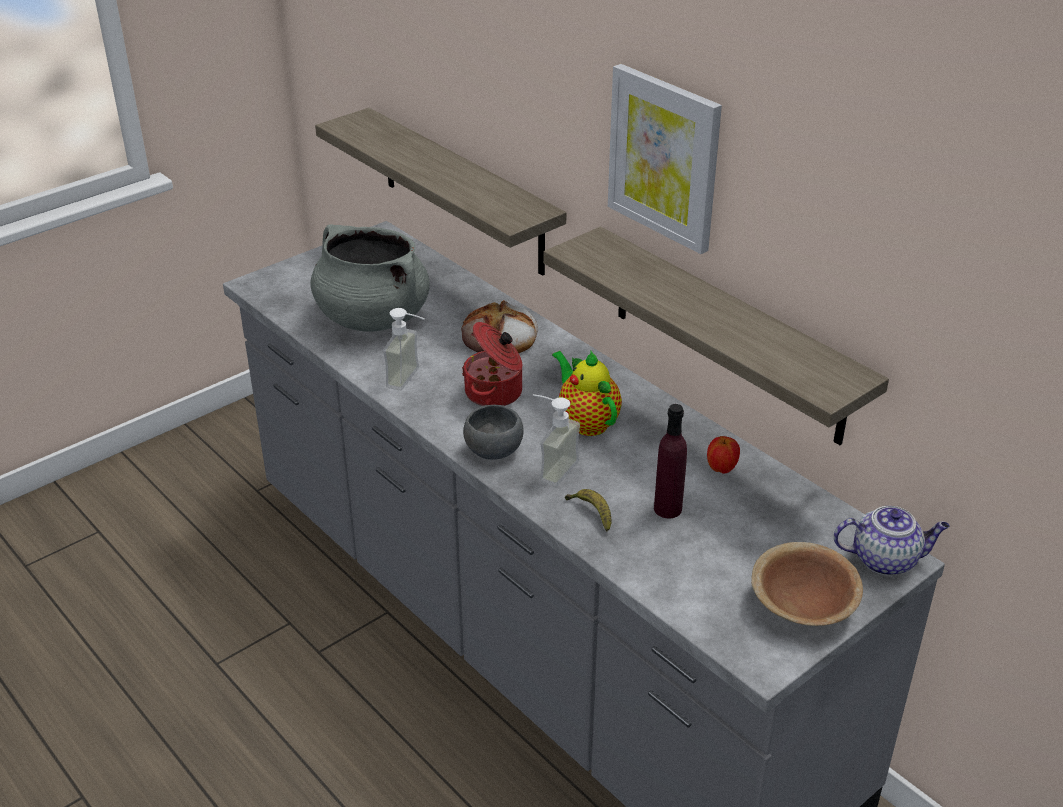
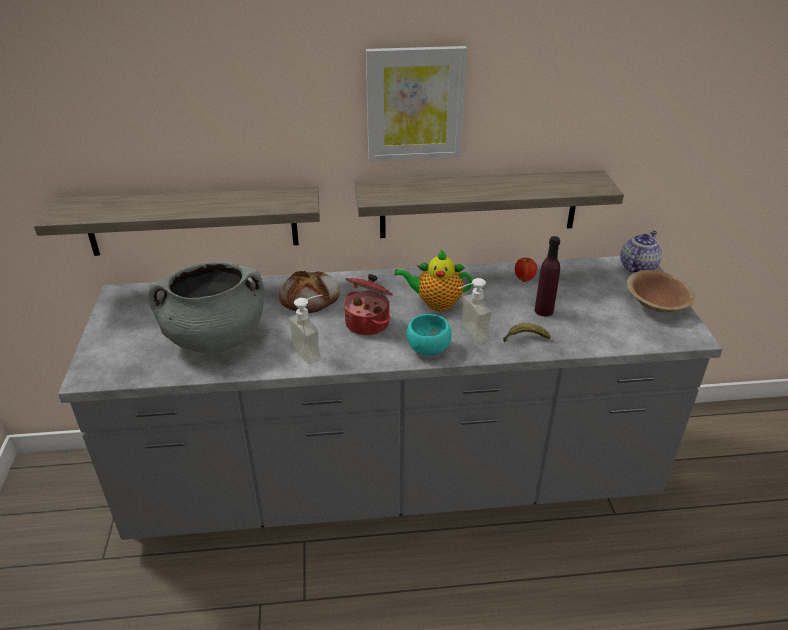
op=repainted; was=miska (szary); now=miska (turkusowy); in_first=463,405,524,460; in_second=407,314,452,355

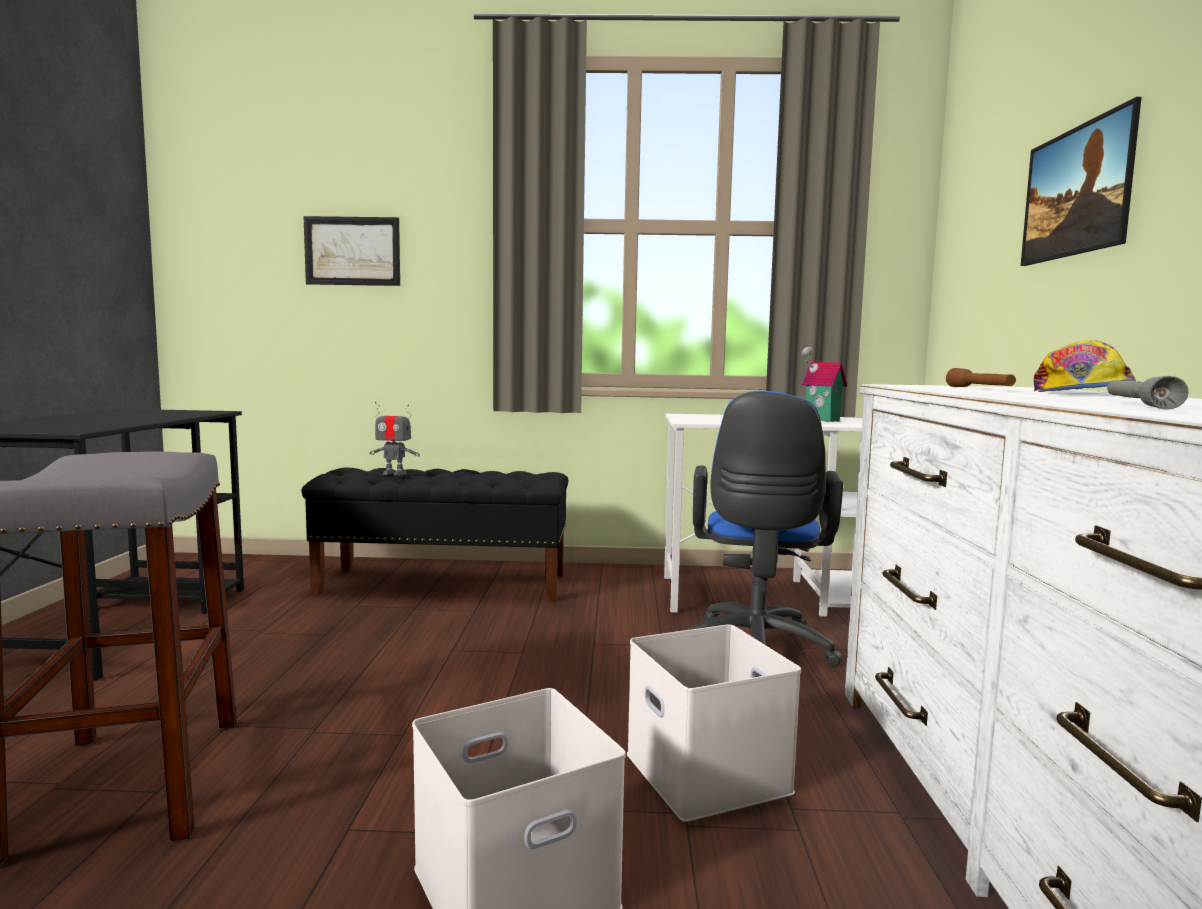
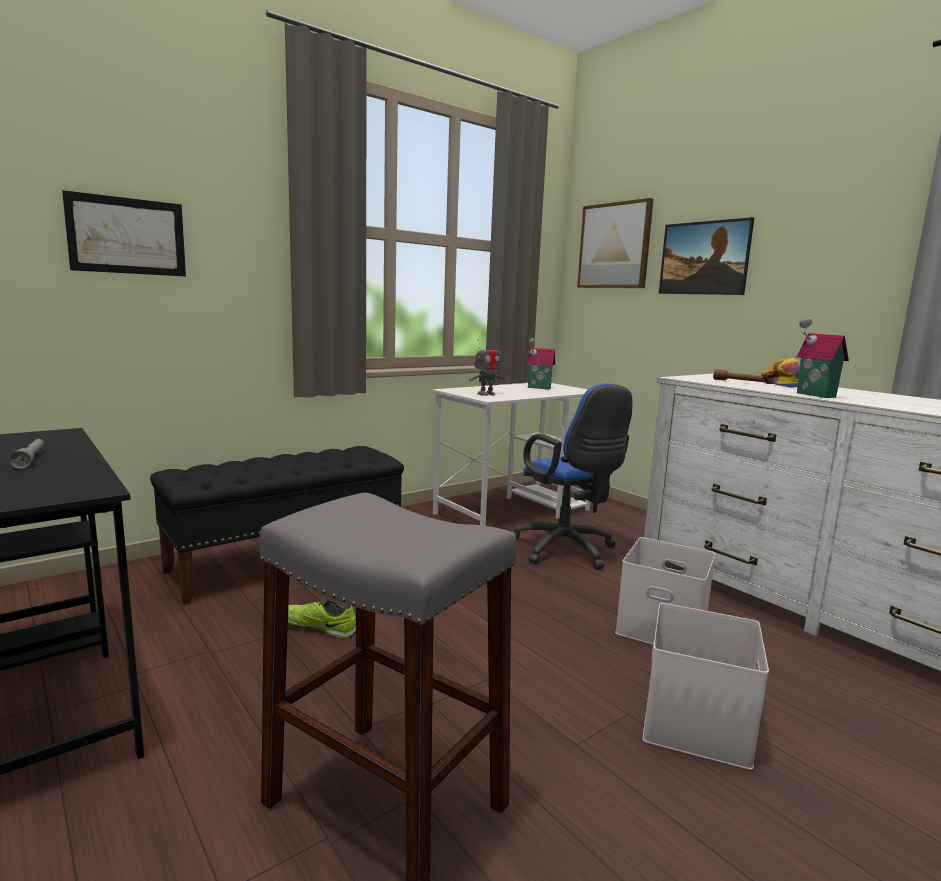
op=new; now=but; in_second=288,599,356,639
op=new; now=obraz; in_second=577,198,654,288
op=new; now=domek; in_second=796,317,849,398
op=shifted; was=robot zabawkowy; in_first=370,402,420,475; in_second=469,339,504,396
op=shifted; was=latarka (szary); in_first=1107,376,1189,410; in_second=9,439,44,469

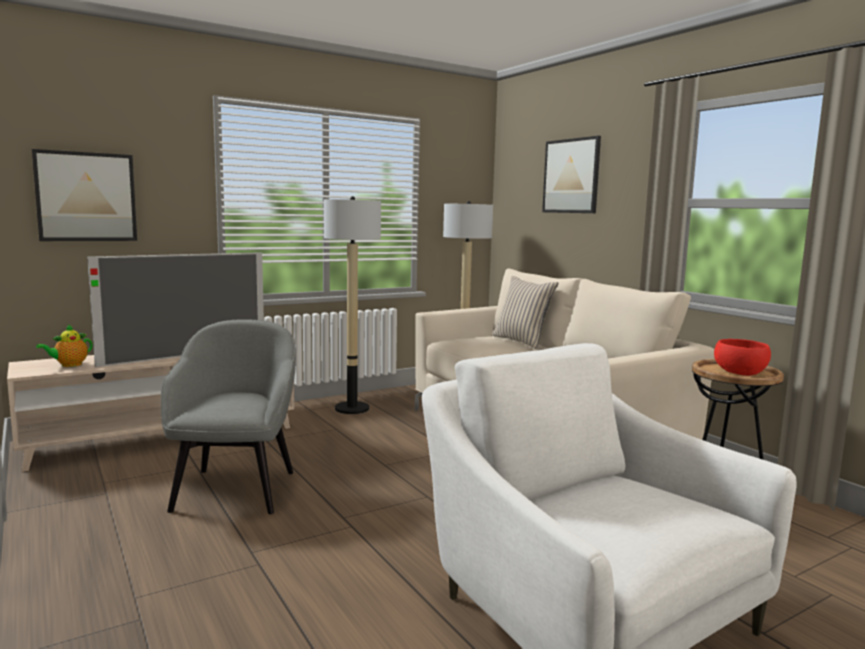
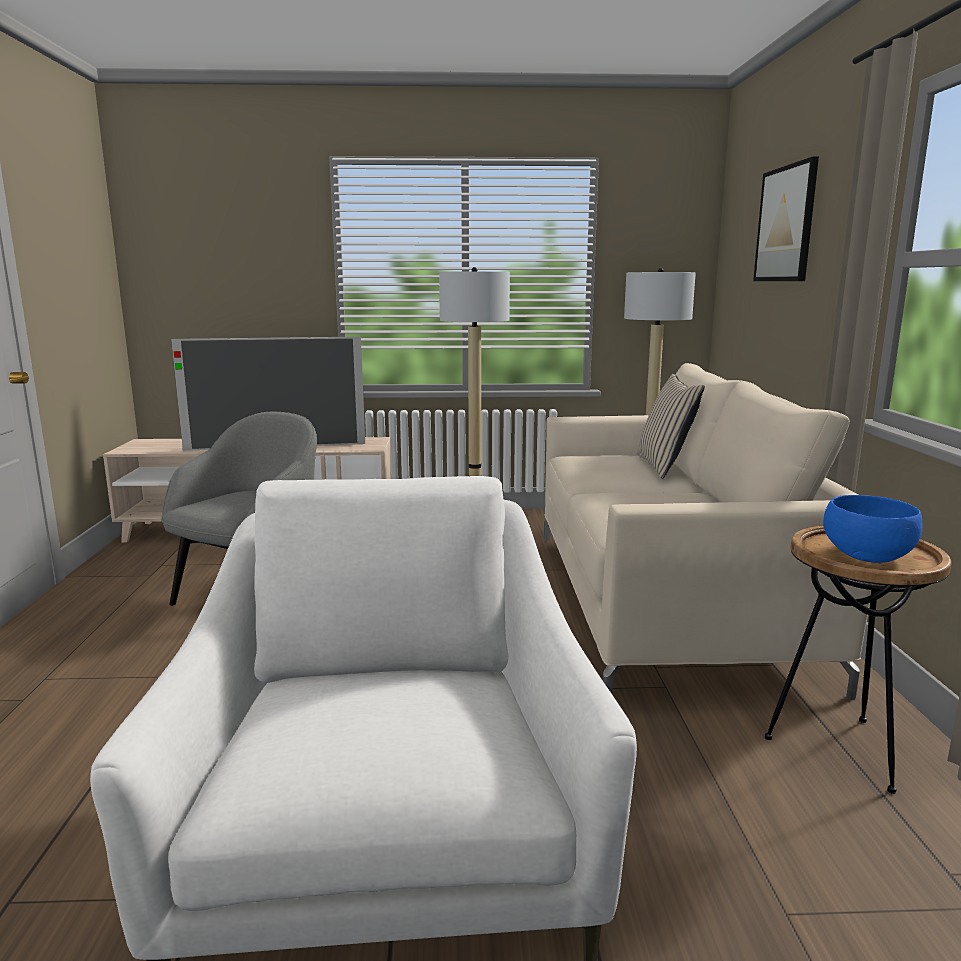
op=gone; was=obraz; in_first=32,149,137,241
op=gone; was=imbryk; in_first=36,324,93,367
op=repainted; was=miska (czerwony); now=miska (niebieski); in_first=714,339,771,376; in_second=823,495,923,563

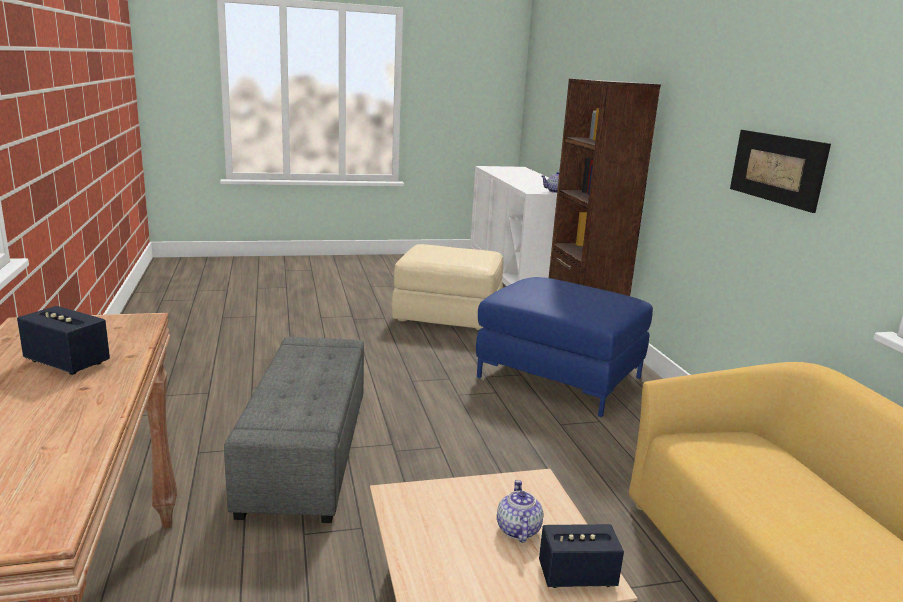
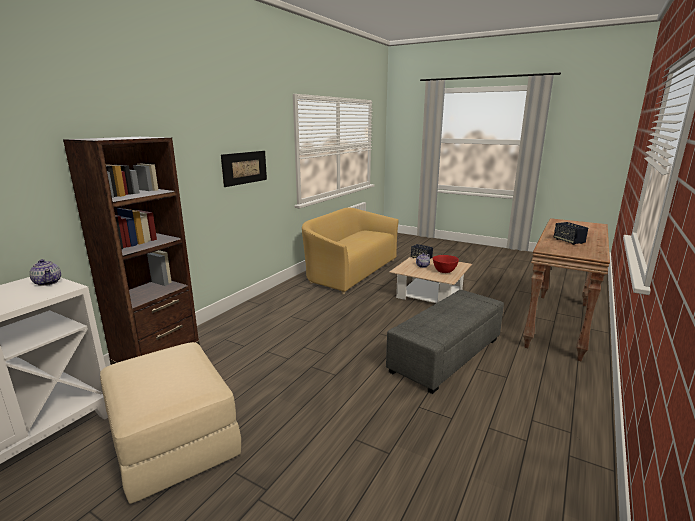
op=gone; was=pufa (niebieski); in_first=476,277,653,417
op=new; now=miska (czerwony); in_second=432,255,459,273

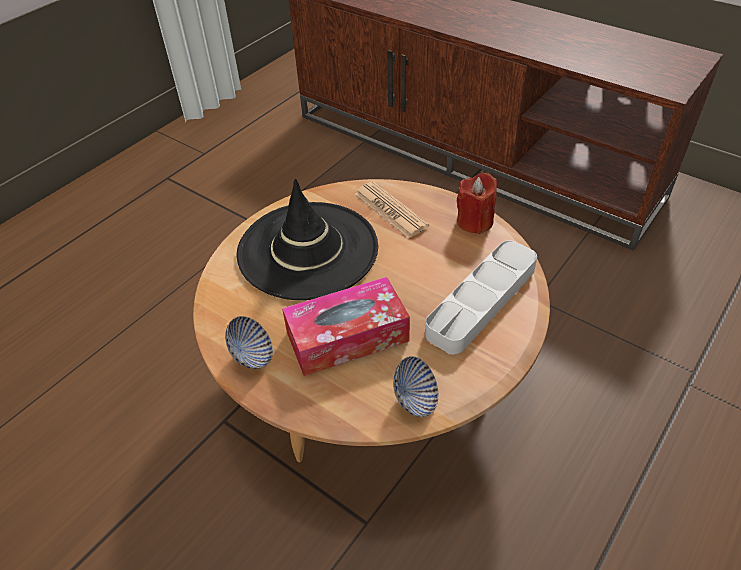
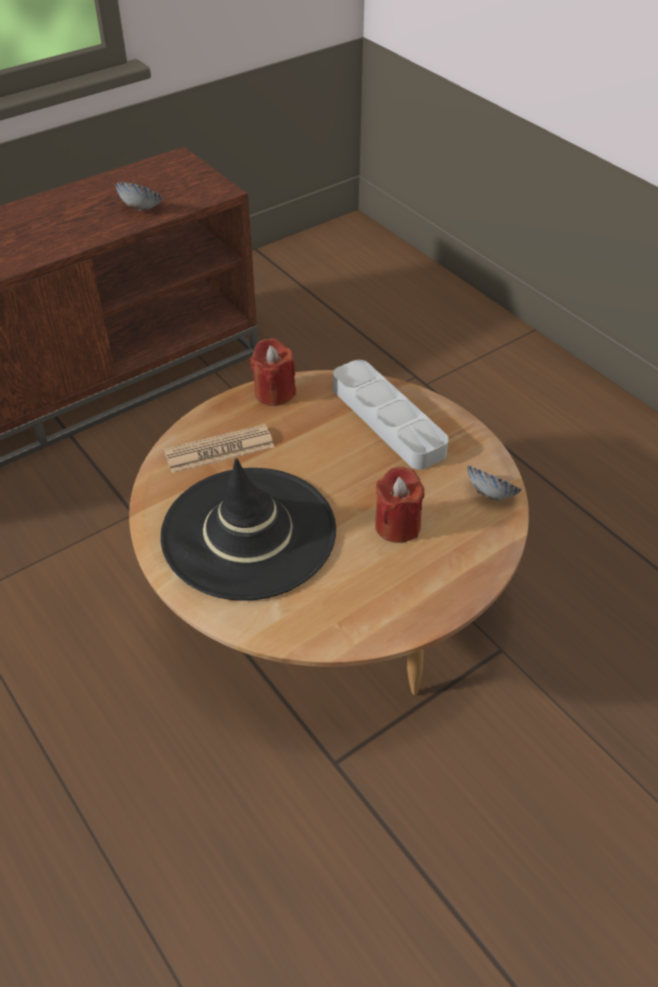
op=shifted; was=miska; in_first=225,316,273,369; in_second=116,182,162,211
op=swapped; was=pudełko chusteczek; now=świeca (czerwony); in_first=282,277,410,376; in_second=375,467,424,543

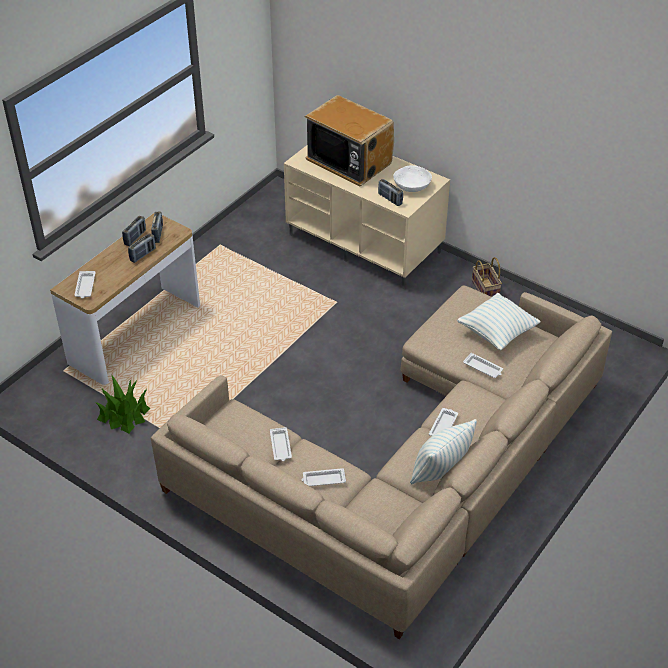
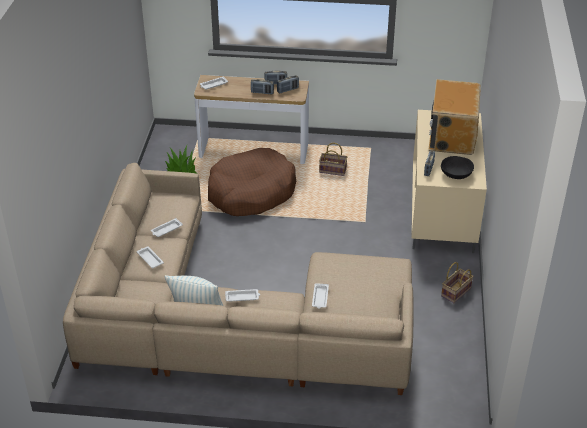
op=gone; was=poduszka; in_first=457,293,541,350
op=new; now=legowisko (brązowy); in_second=208,148,296,216
op=new; now=koszyk; in_second=319,143,347,176
op=repainted; was=miska (biały); now=miska (czarny); in_first=393,165,432,192; in_second=441,156,474,179

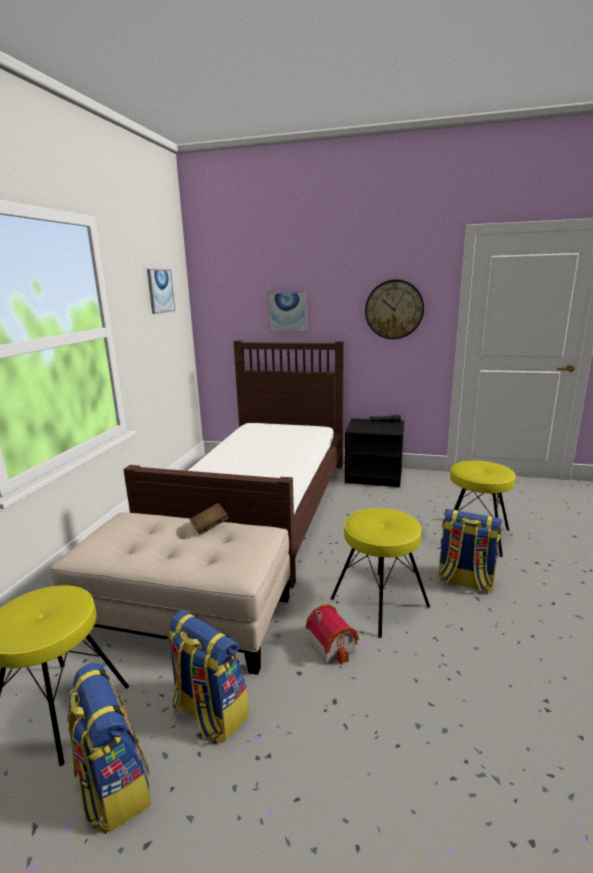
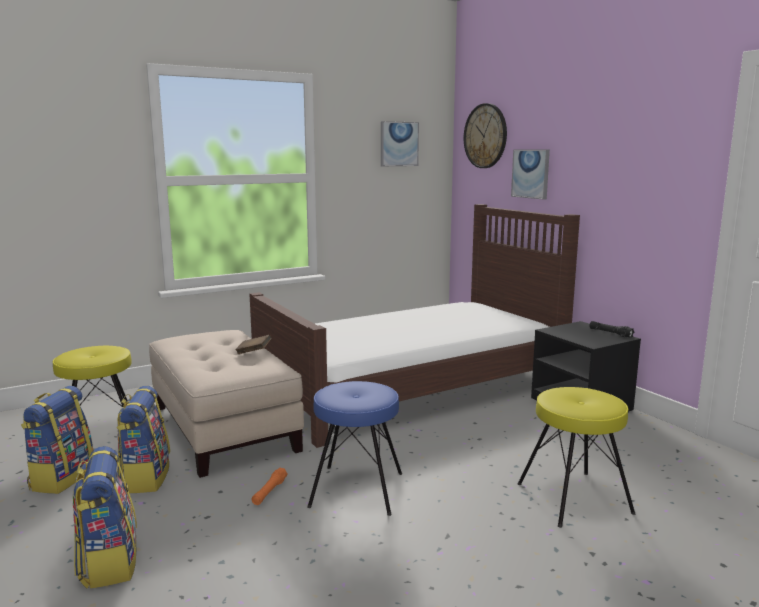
op=shifted; was=zegar ścienny; in_first=365,279,424,339; in_second=464,103,507,168
op=shifted; was=plecak; in_first=437,509,502,593; in_second=73,446,137,589
op=swapped; was=domek; now=latarka (pomarańczowy); in_first=305,604,359,665; in_second=252,468,288,505
op=repainted; was=stołek (żółty); now=stołek (niebieski); in_first=331,508,430,638; in_second=307,381,402,516

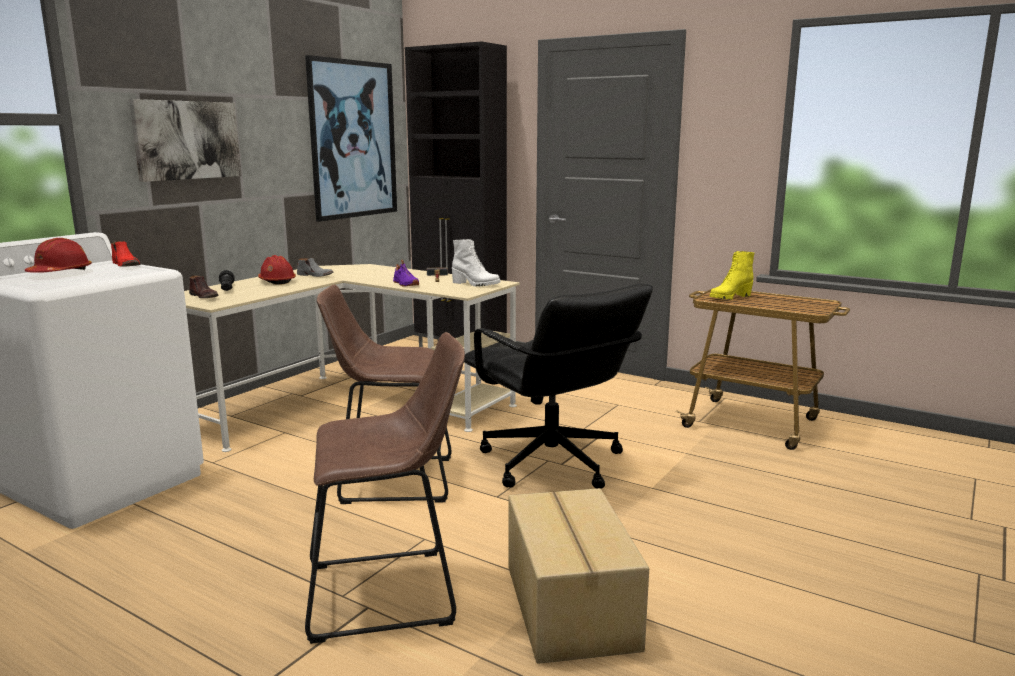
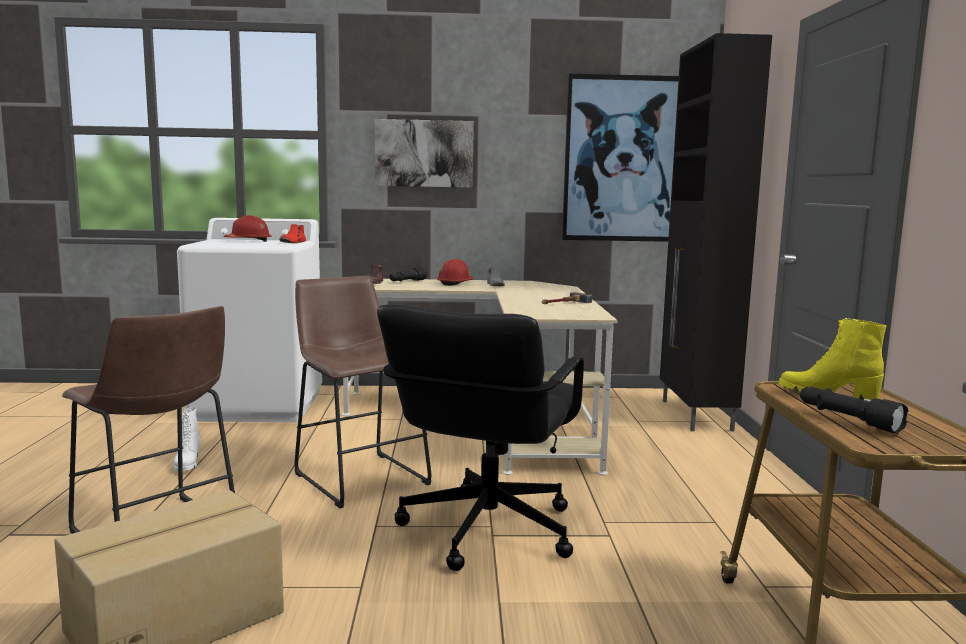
op=gone; was=but (fioletowy); in_first=393,260,419,287
op=new; now=latarka (czarny); in_second=800,386,909,434
op=shifted; was=but z cholewką (biały); in_first=452,239,501,287; in_second=174,407,200,471

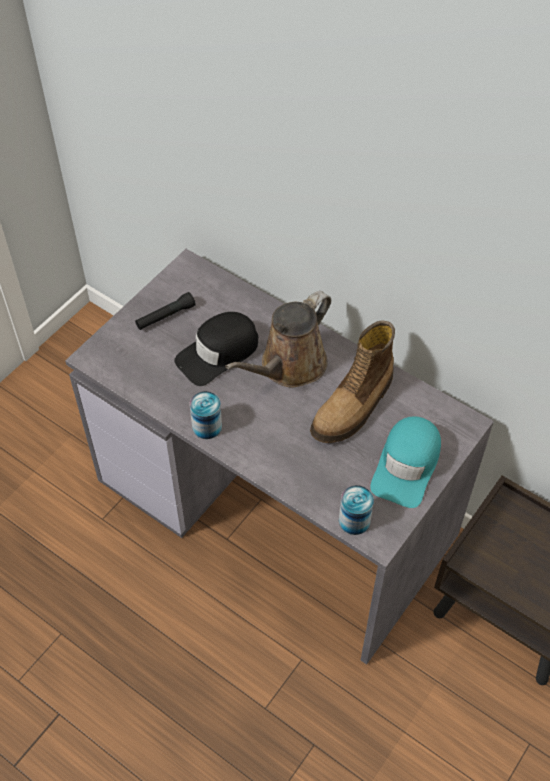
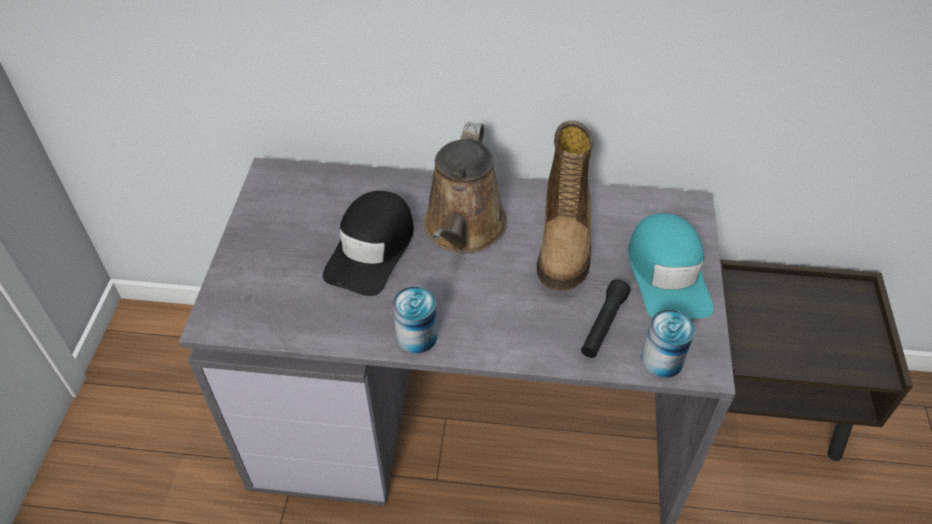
op=shifted; was=latarka (czarny); in_first=135,292,196,330; in_second=581,279,630,358

